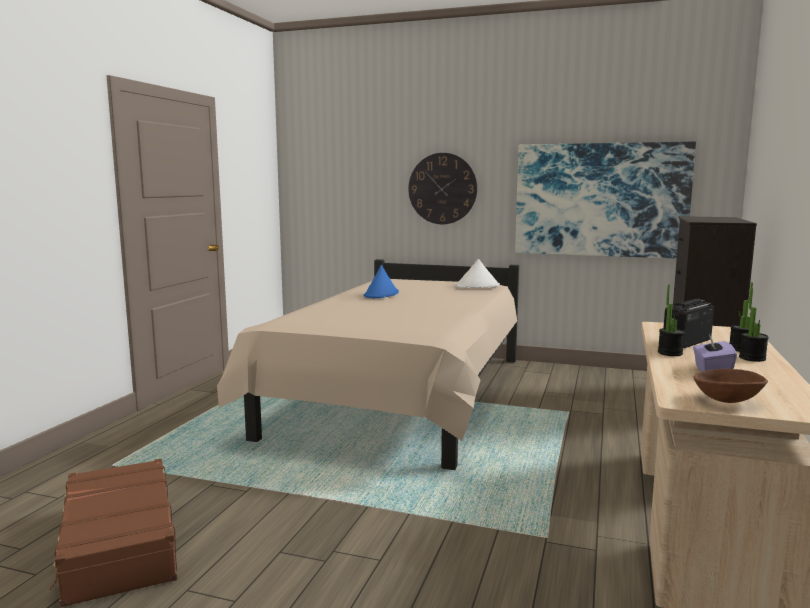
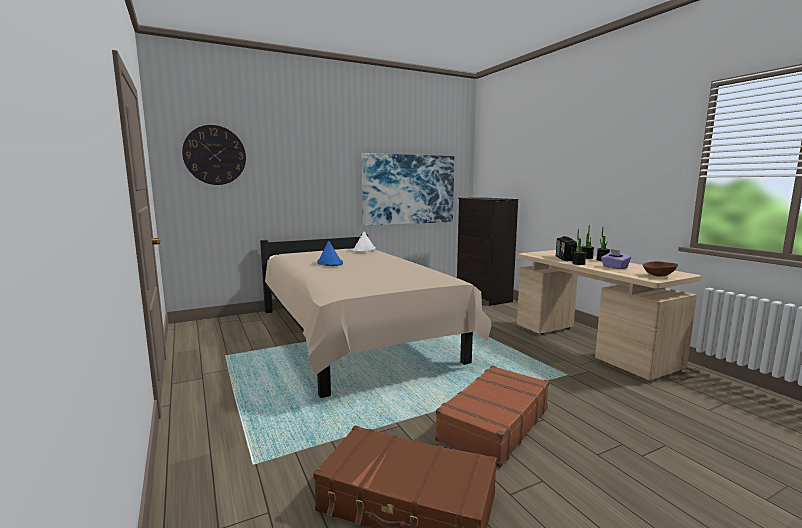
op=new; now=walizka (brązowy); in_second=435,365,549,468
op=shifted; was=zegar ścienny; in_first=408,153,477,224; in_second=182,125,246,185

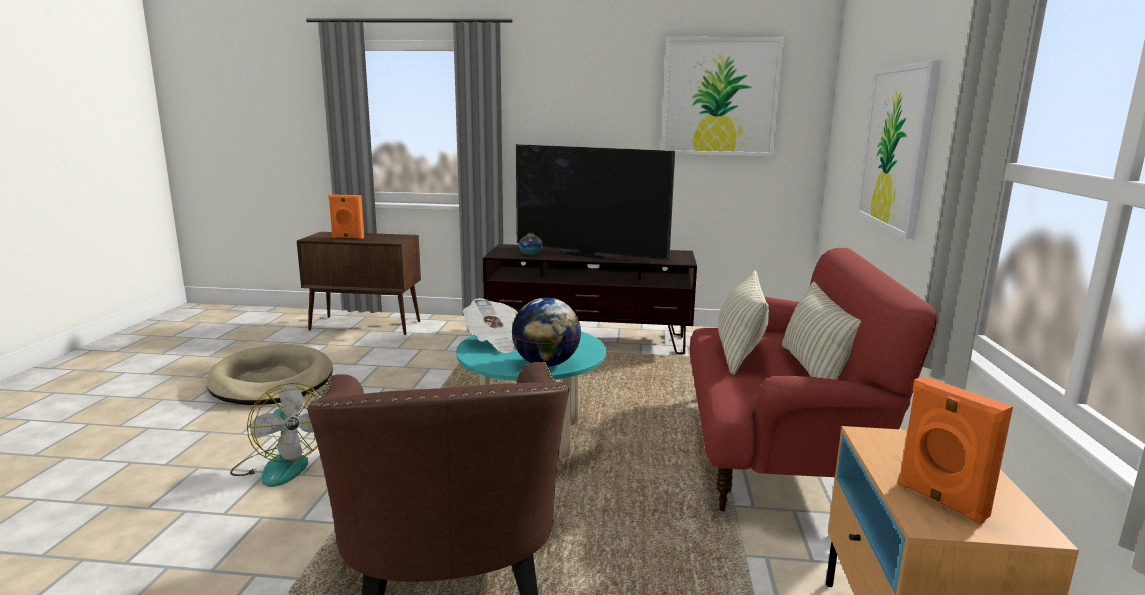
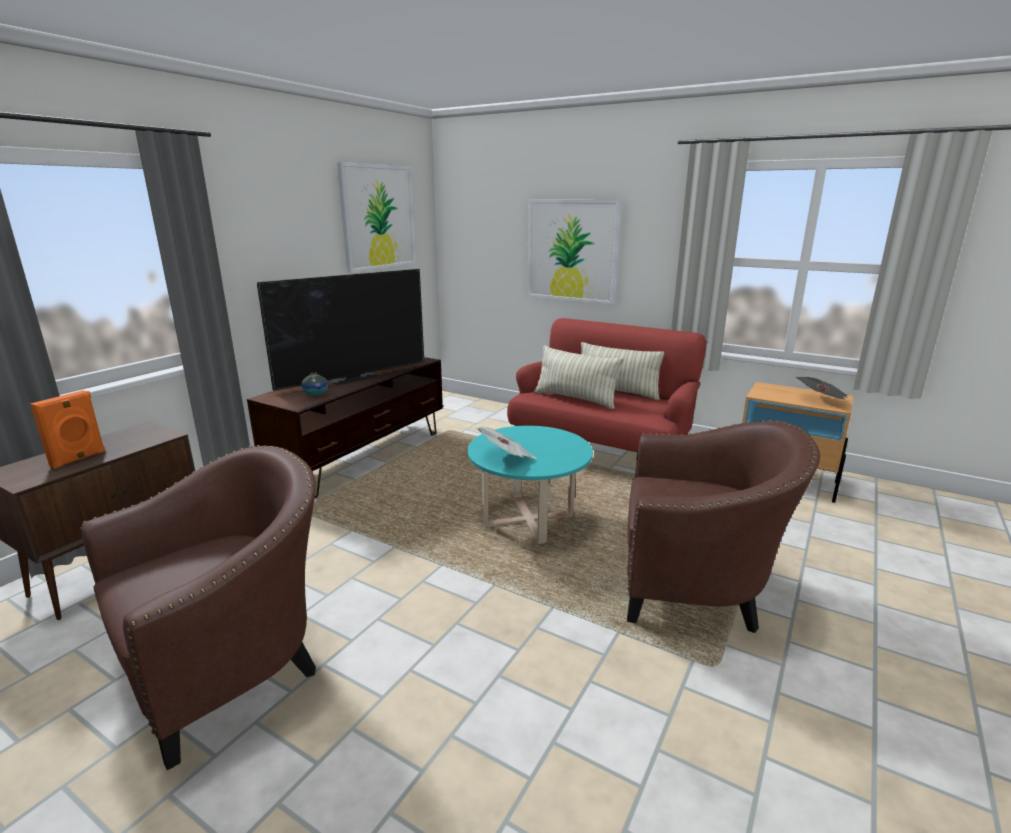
op=gone; was=wentylator; in_first=230,383,322,487
op=gone; was=globus; in_first=512,298,581,367
op=swapped; was=legowisko (beżowy); now=fotel (brązowy); in_first=206,344,333,405; in_second=80,445,316,770
op=swapped; was=głośnik (pomarańczowy); now=gazeta; in_first=898,377,1013,525; in_second=796,377,847,399

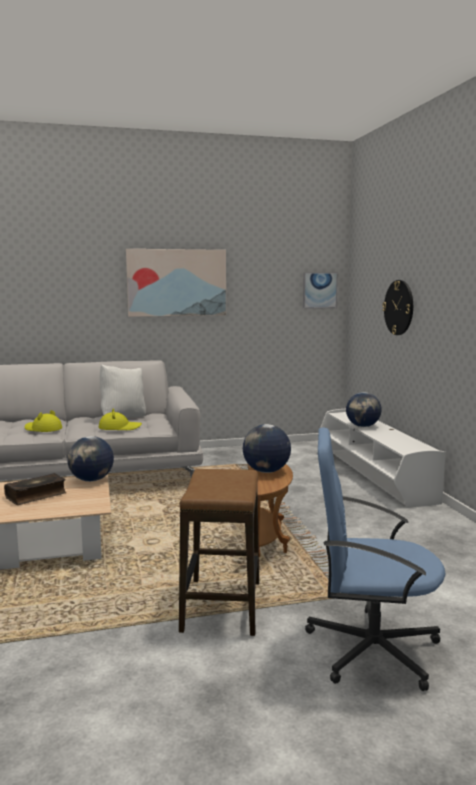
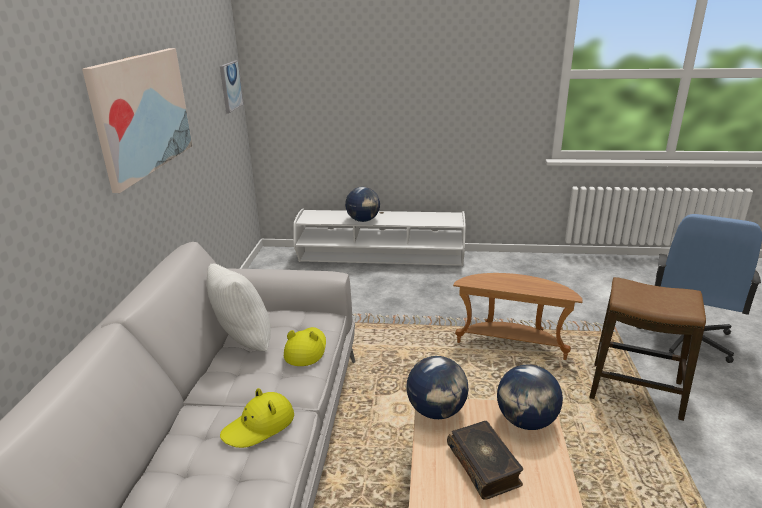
op=gone; was=zegar ścienny; in_first=382,280,413,335
op=shifted; was=globus; in_first=243,424,291,473; in_second=497,364,563,430

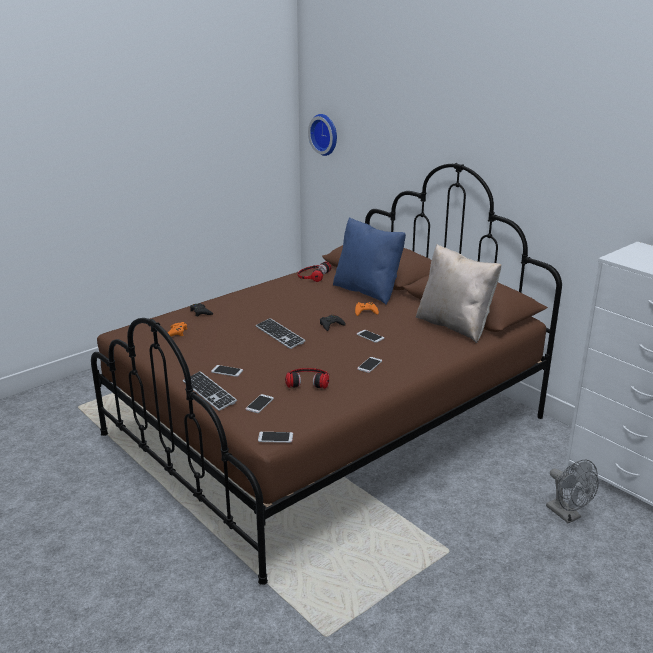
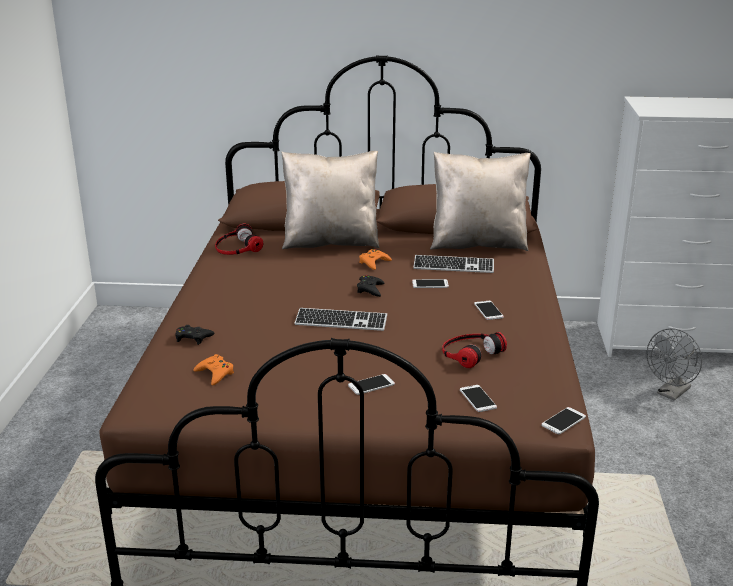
op=gone; was=zegar ścienny; in_first=308,114,337,156
op=shifted; was=klawiatura; in_first=183,371,237,411; in_second=413,255,494,273
op=repainted; was=poduszka (niebieski); now=poduszka (beżowy); in_first=333,217,406,305; in_second=281,151,380,249
op=rotated; was=wentylator (szary); in_first=546,460,599,523; in_second=647,328,702,401; clockwise=120

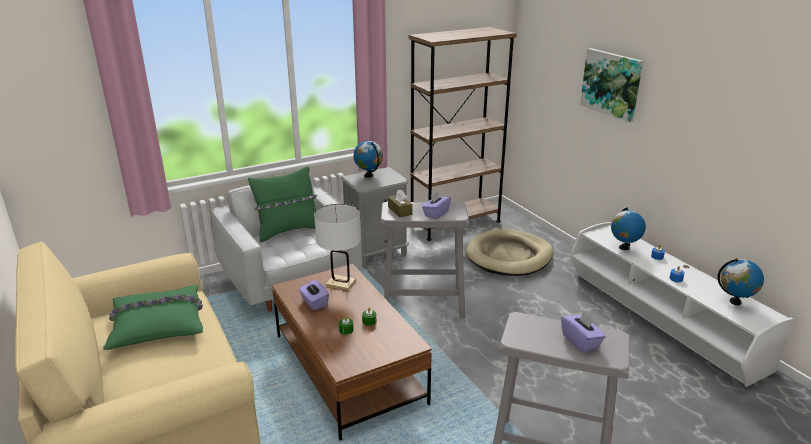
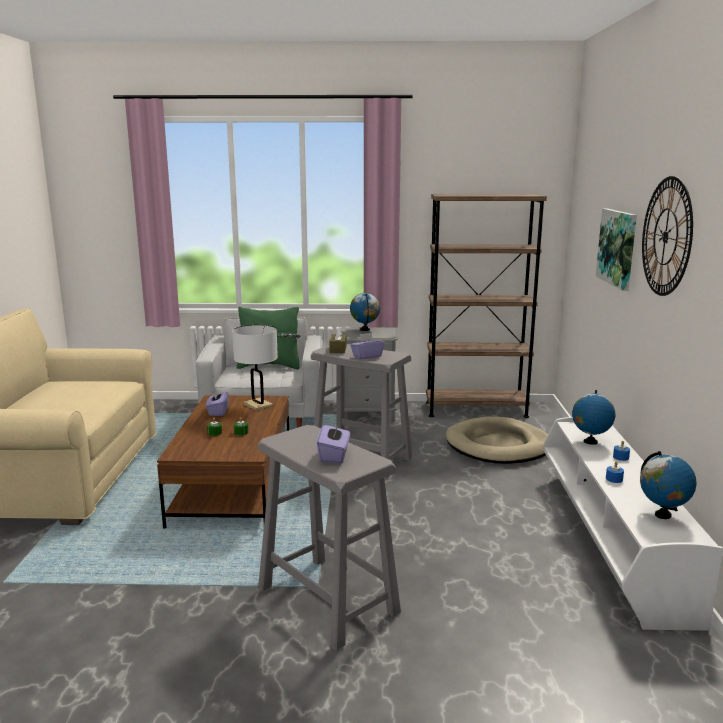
op=gone; was=poduszka (zielony); in_first=103,286,203,350
op=new; now=zegar ścienny; in_second=642,176,693,296

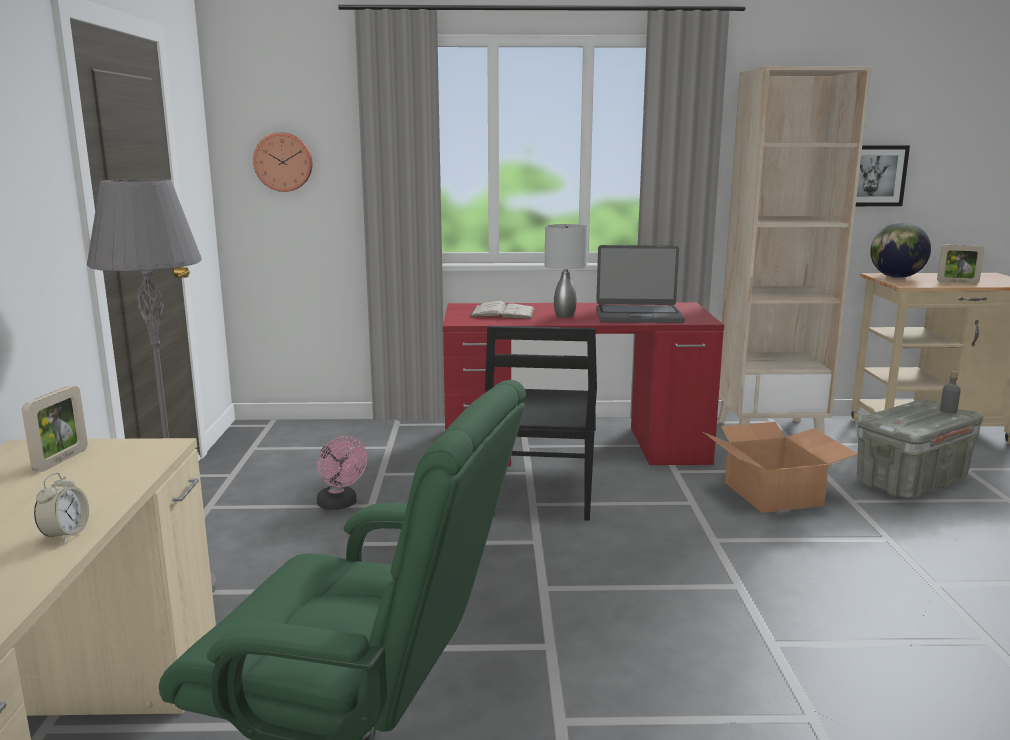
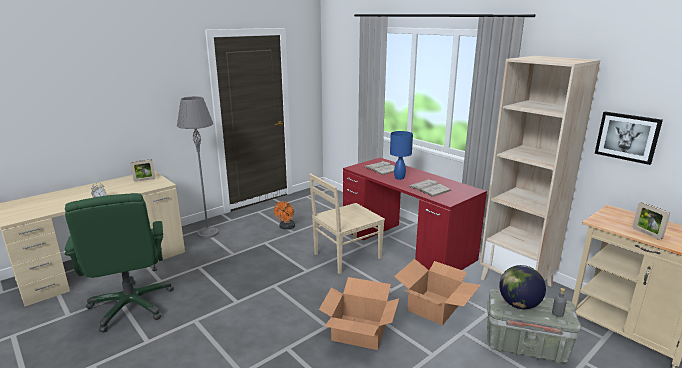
op=gone; was=zegar ścienny; in_first=253,133,312,192
op=new; now=karton; in_second=319,277,399,350
op=shifted; was=globus; in_first=870,222,931,278; in_second=499,265,546,309
op=swapped; was=laptop; now=książka (biały); in_first=596,245,685,323; in_second=408,179,451,197
op=repainted; was=wentylator (różowy); now=wentylator (pomarańczowy); in_first=317,436,367,510; in_second=274,201,295,230
op=repainted; was=krzesło (czarny); now=krzesło (beżowy); in_first=485,326,597,521; in_second=309,173,385,274
op=repainted; was=lampa stołowa (szary); now=lampa stołowa (niebieski); in_first=545,224,588,318; in_second=390,131,413,180

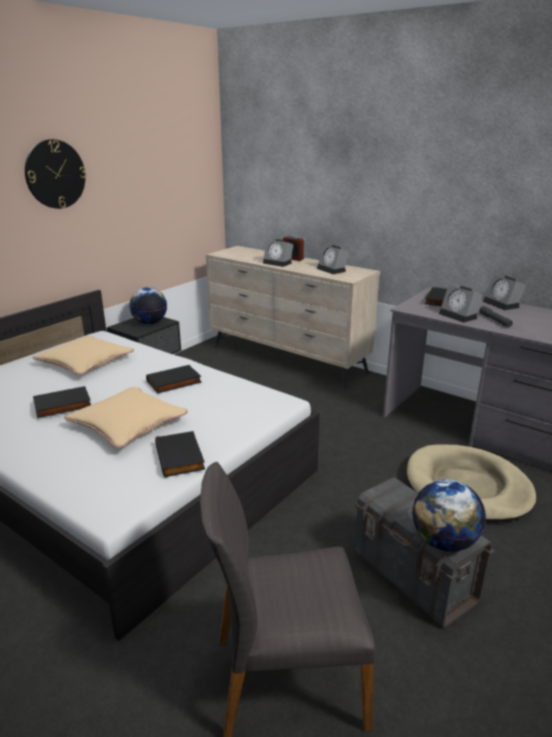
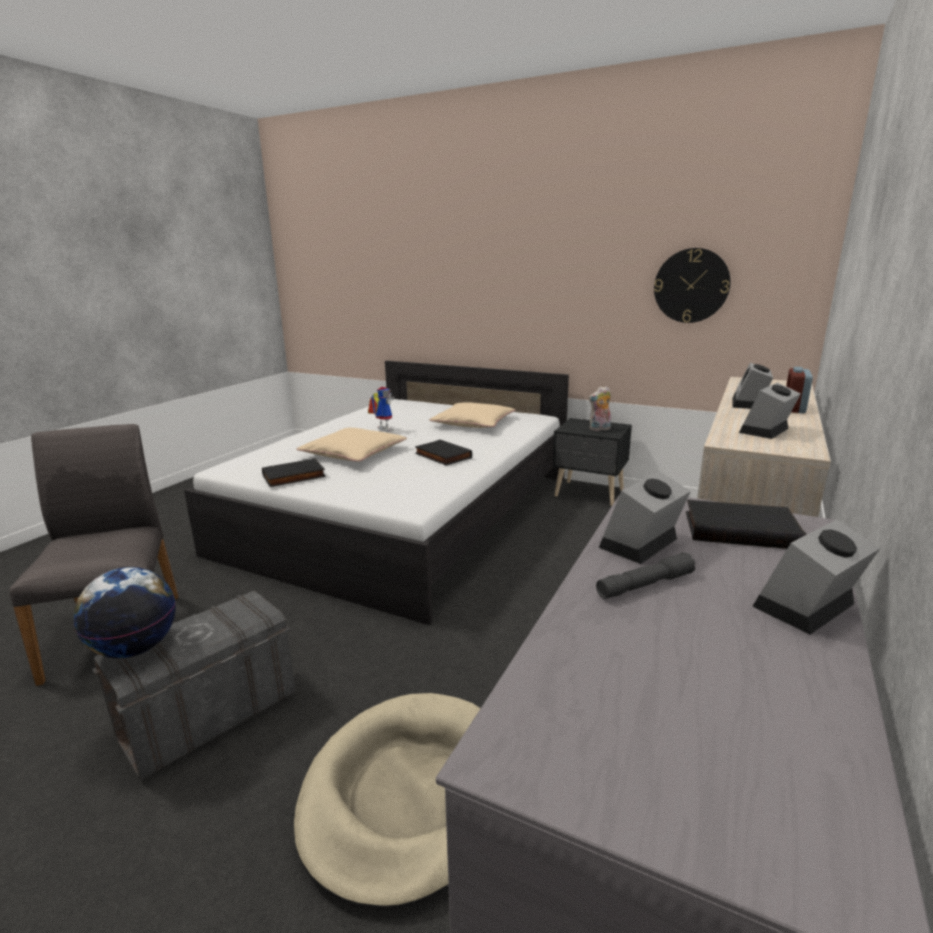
op=shifted; was=zegar ścienny; in_first=25,139,86,209; in_second=654,248,731,323
op=swapped; was=książka (czarny); now=robot zabawkowy; in_first=33,386,91,418; in_second=368,387,394,432
op=swapped; was=globus; now=pluszak; in_first=129,287,167,324; in_second=588,386,611,431

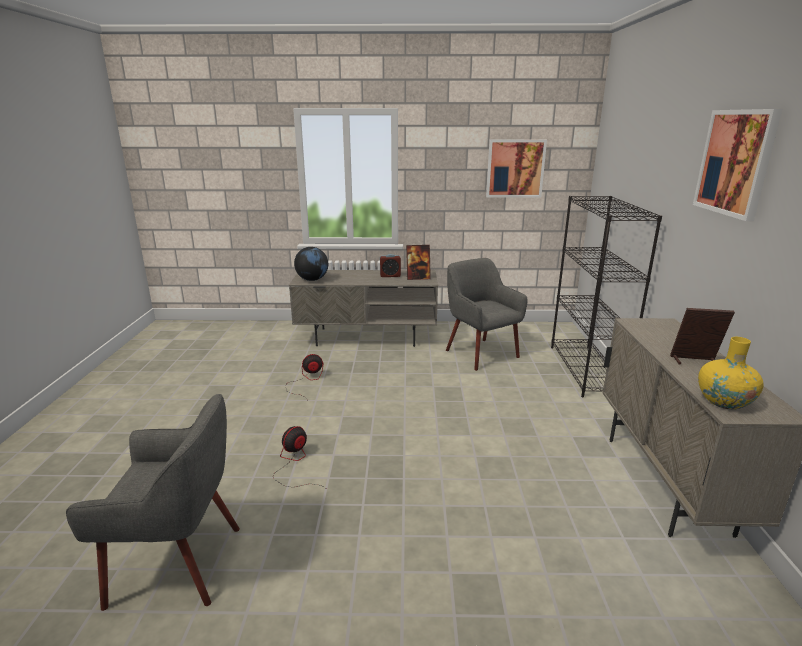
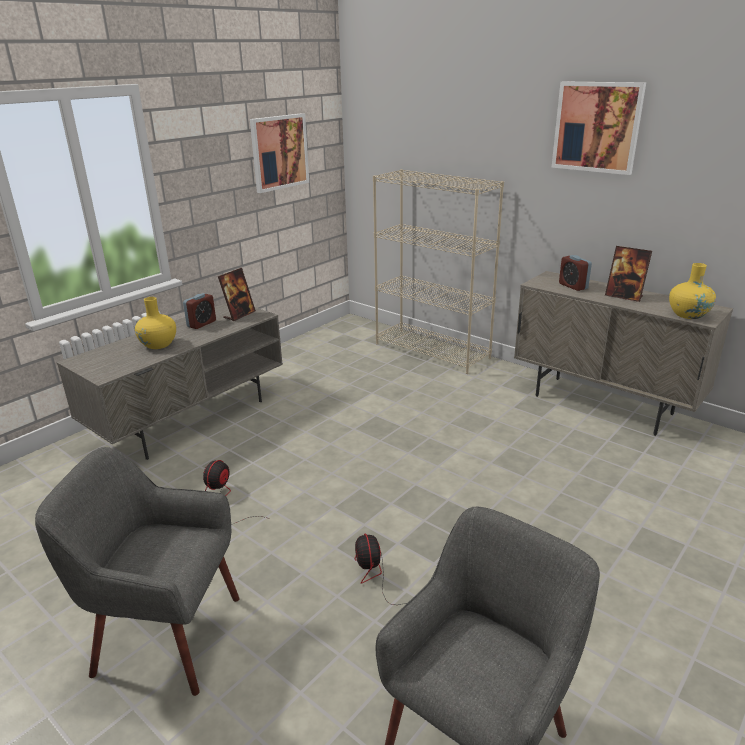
op=gone; was=globus; in_first=294,247,328,281
op=new; now=wazon (żółty); in_second=135,297,176,349
op=new; now=budzik; in_second=559,255,592,291
op=shifted; was=fotel (szary); in_first=446,258,527,371; in_second=35,447,240,696
op=repainted; was=regał (czarny); now=regał (beżowy); in_first=551,196,662,398; in_second=373,169,504,374
op=rotated; was=ramka na zdjęcie; in_first=670,308,735,365; in_second=605,246,652,302; clockwise=-105

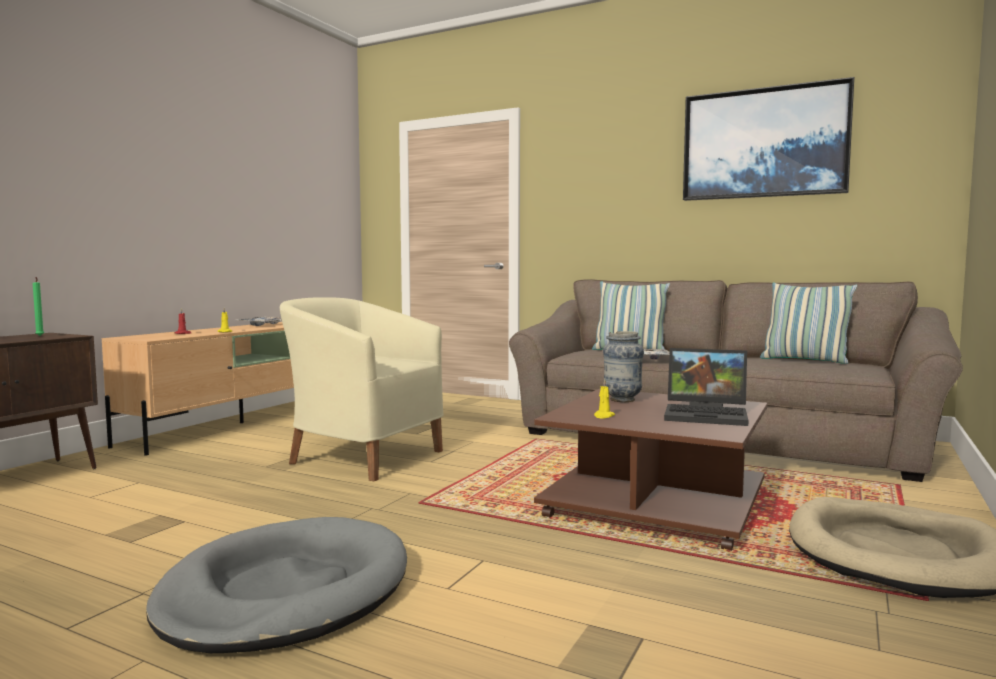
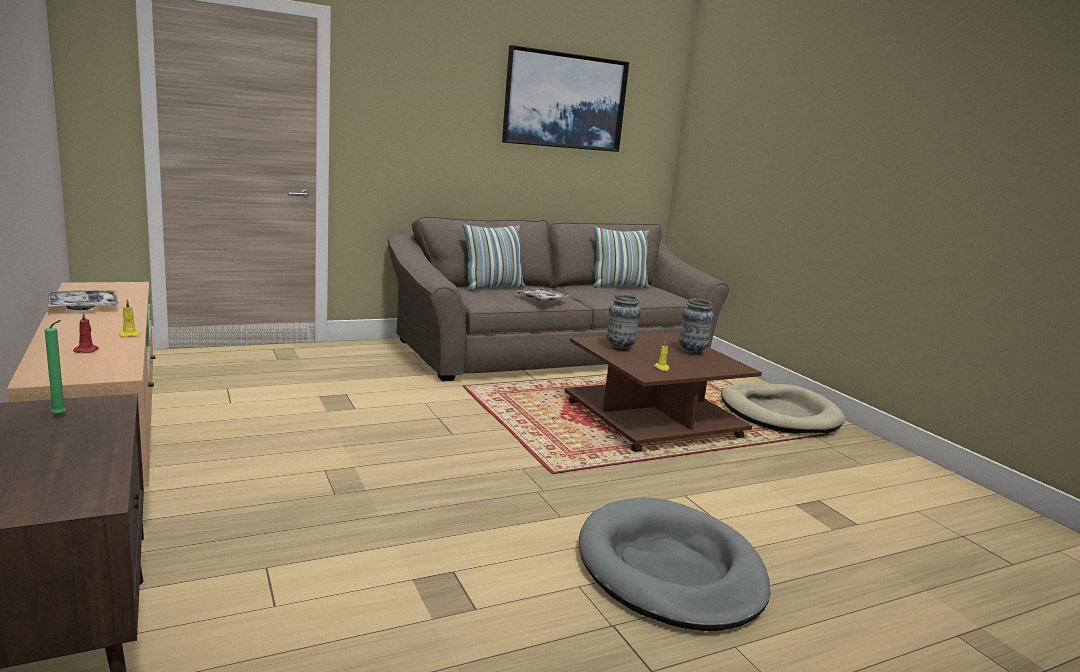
op=gone; was=fotel (beżowy); in_first=280,297,443,481
op=swapped; was=laptop; now=wazon; in_first=664,348,749,426; in_second=679,299,714,355

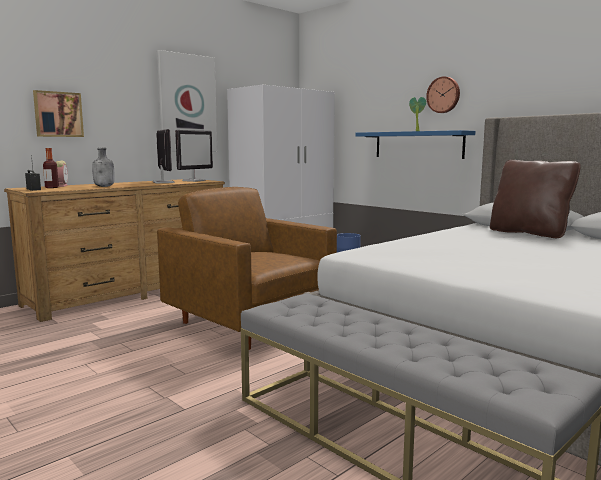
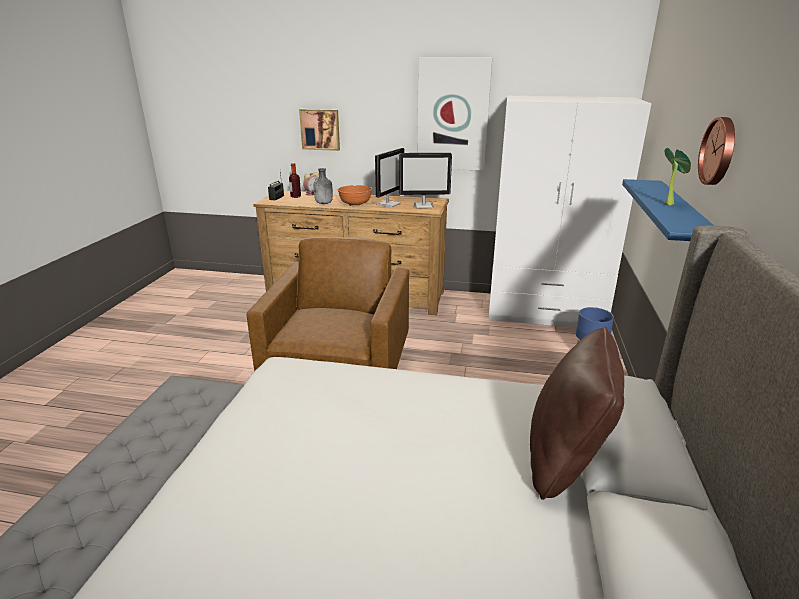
op=new; now=miska (pomarańczowy); in_second=338,185,372,206

